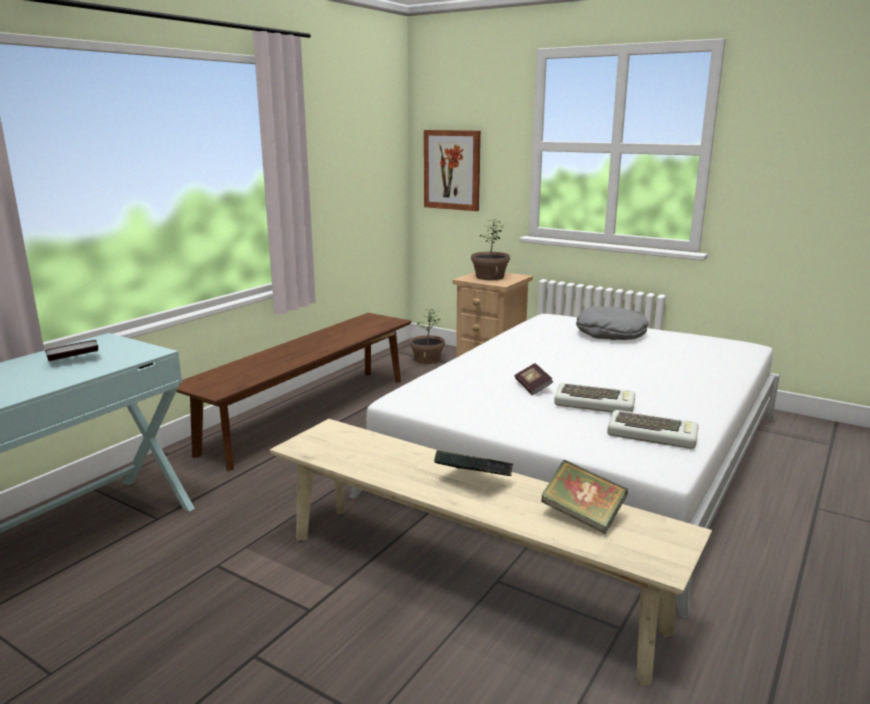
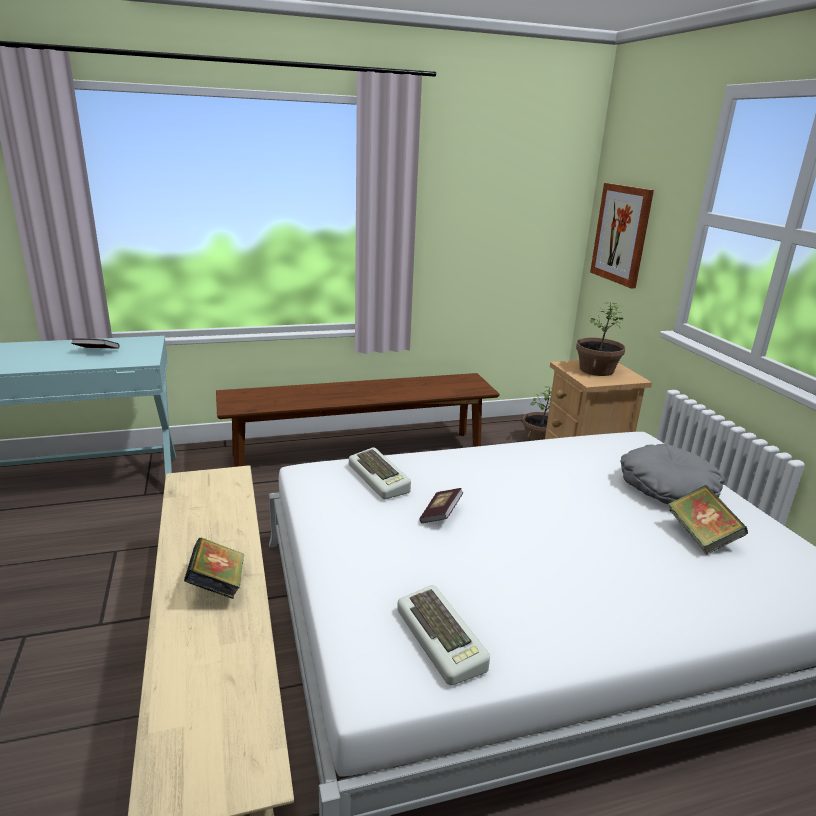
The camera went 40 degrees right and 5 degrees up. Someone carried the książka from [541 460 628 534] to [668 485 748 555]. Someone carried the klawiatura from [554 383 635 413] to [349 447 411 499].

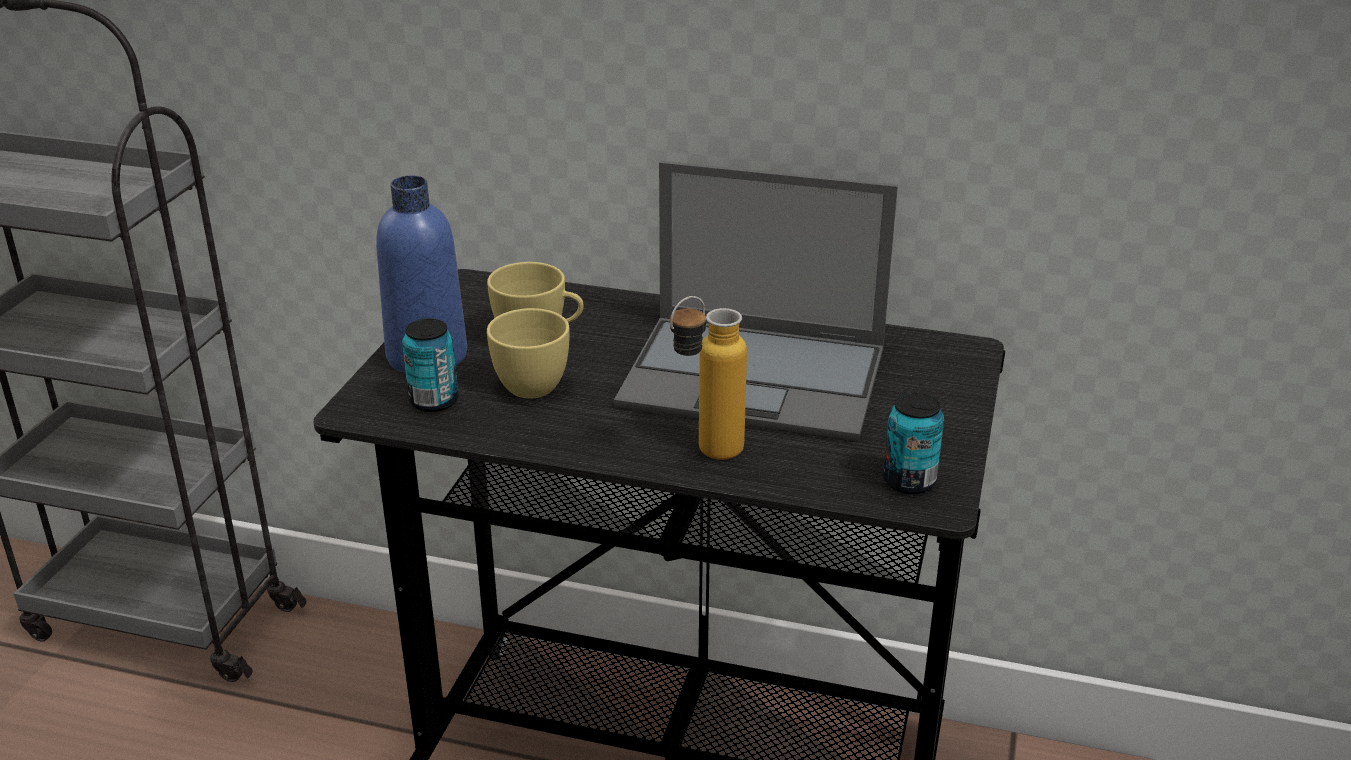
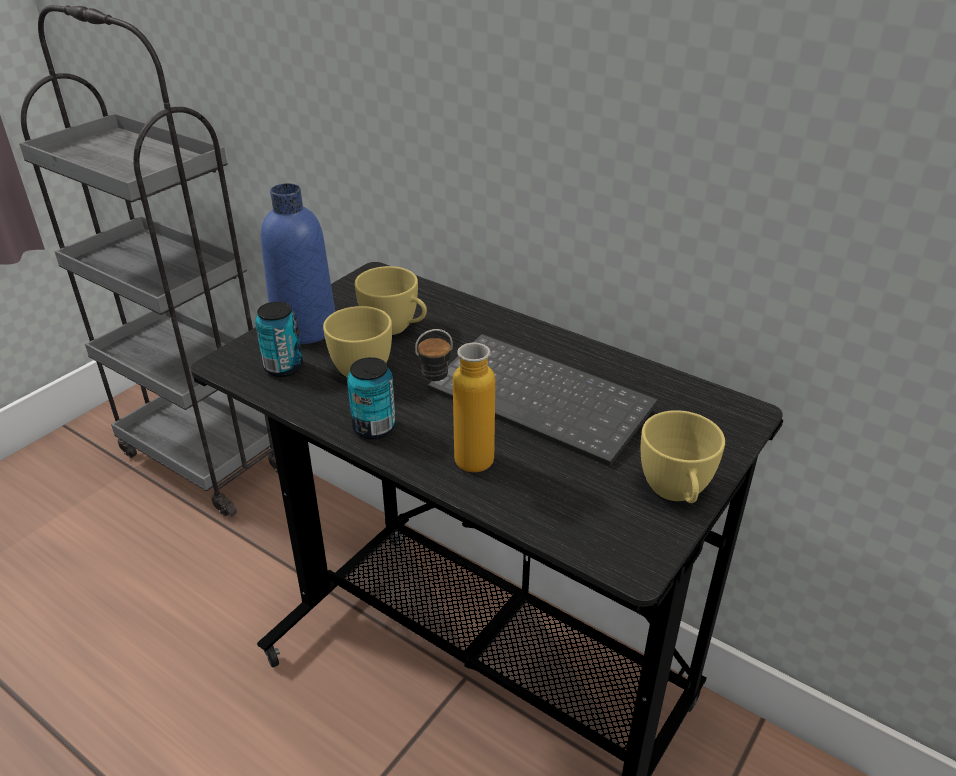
The camera went 20 degrees right and 5 degrees up. Someone swapped the laptop at [614 161 898 441] for the klawiatura at [428 334 658 467]. Someone carried the puszka from [883 392 944 494] to [347 357 396 439]. Someone put down the filiżanka/żółty at [641 410 725 503].

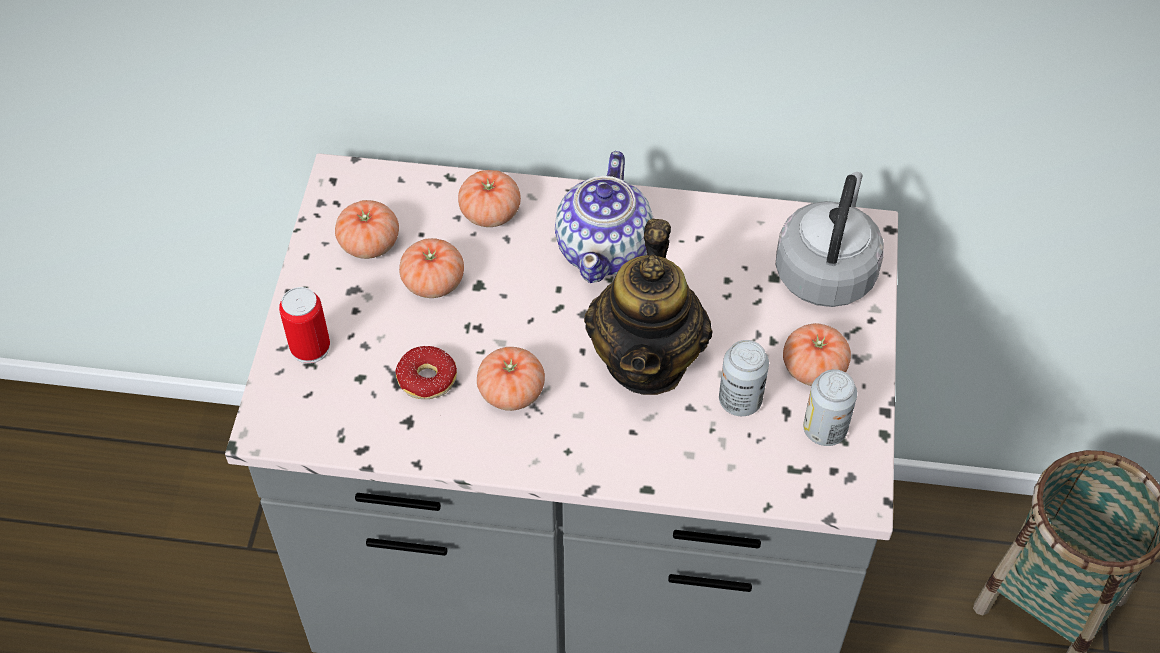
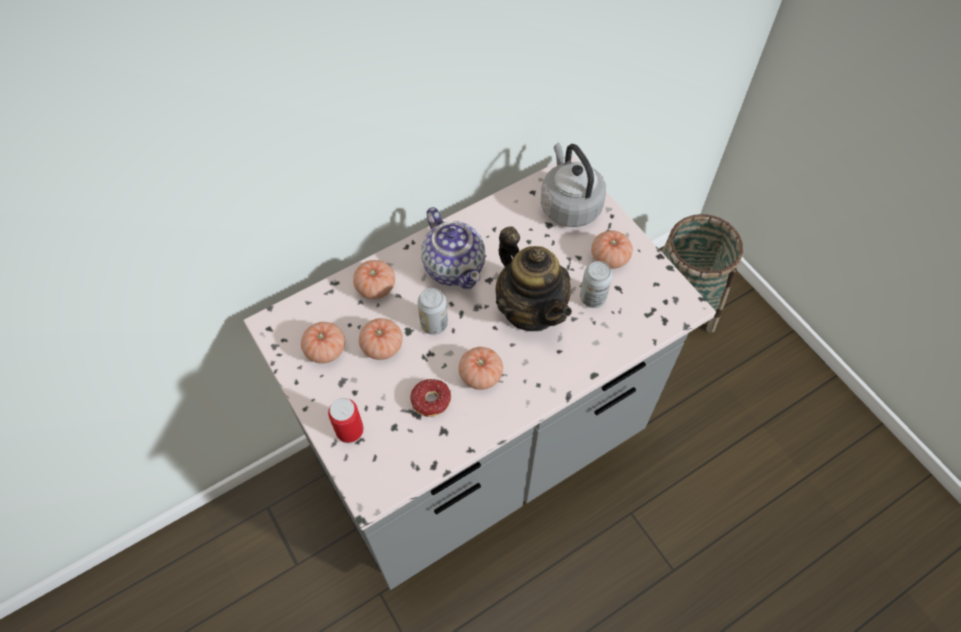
The camera went 40 degrees left and 5 degrees up. Someone carried the puszka from [803 369 857 446] to [418 288 448 335].

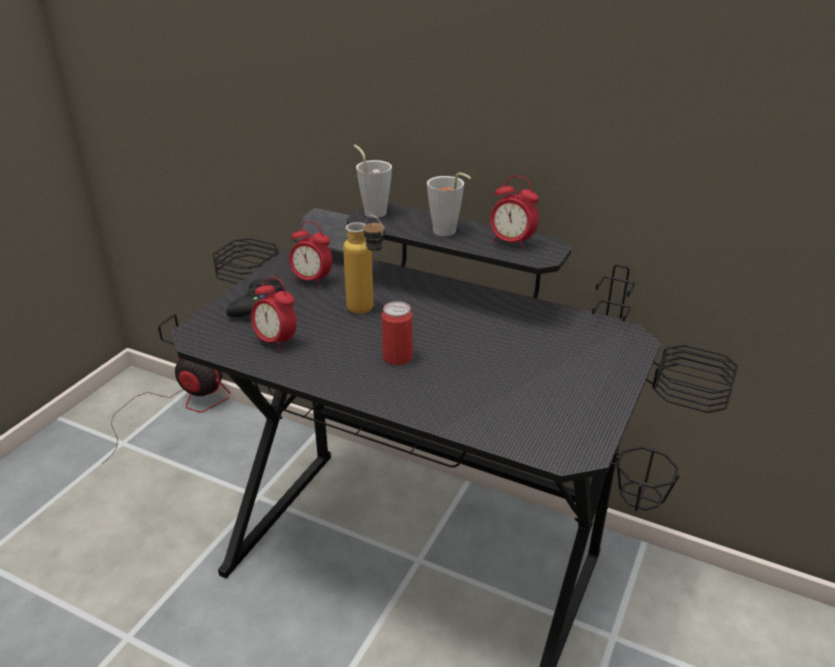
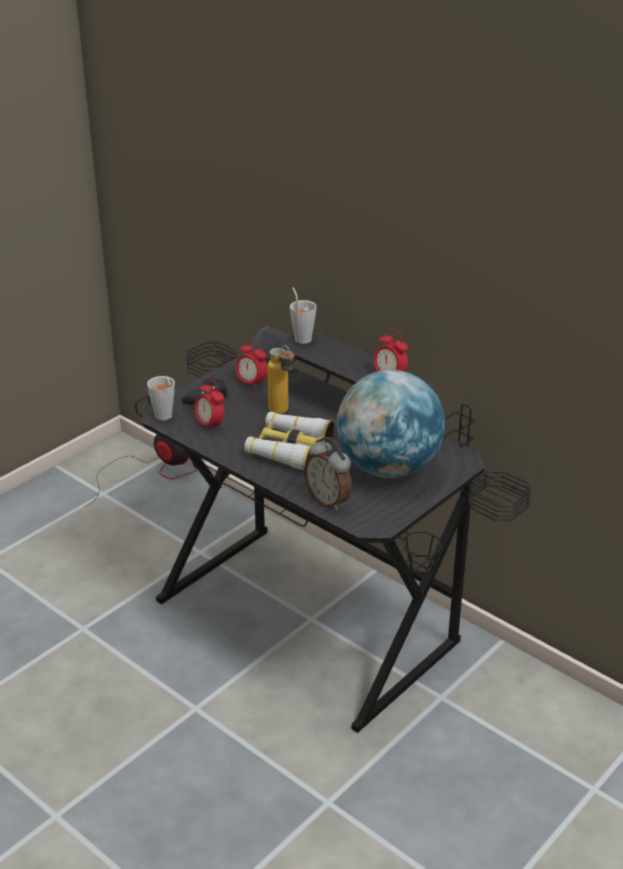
The camera went 15 degrees right and 0 degrees up. Someone swapped the puszka at [382 301 413 365] for the lornetka at [244 412 334 470]. Someone carried the filiżanka/szary from [427 173 471 236] to [147 376 175 420]. Someone put down the budzik at [304 437 352 511]. Someone put down the globus at [337 370 445 478].

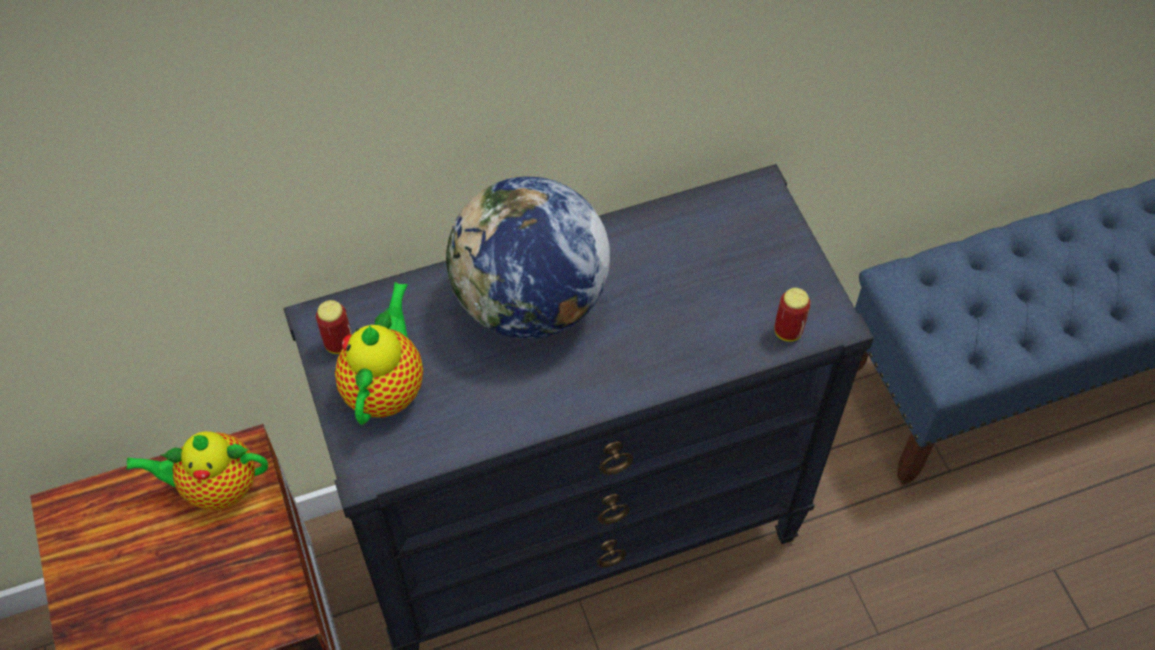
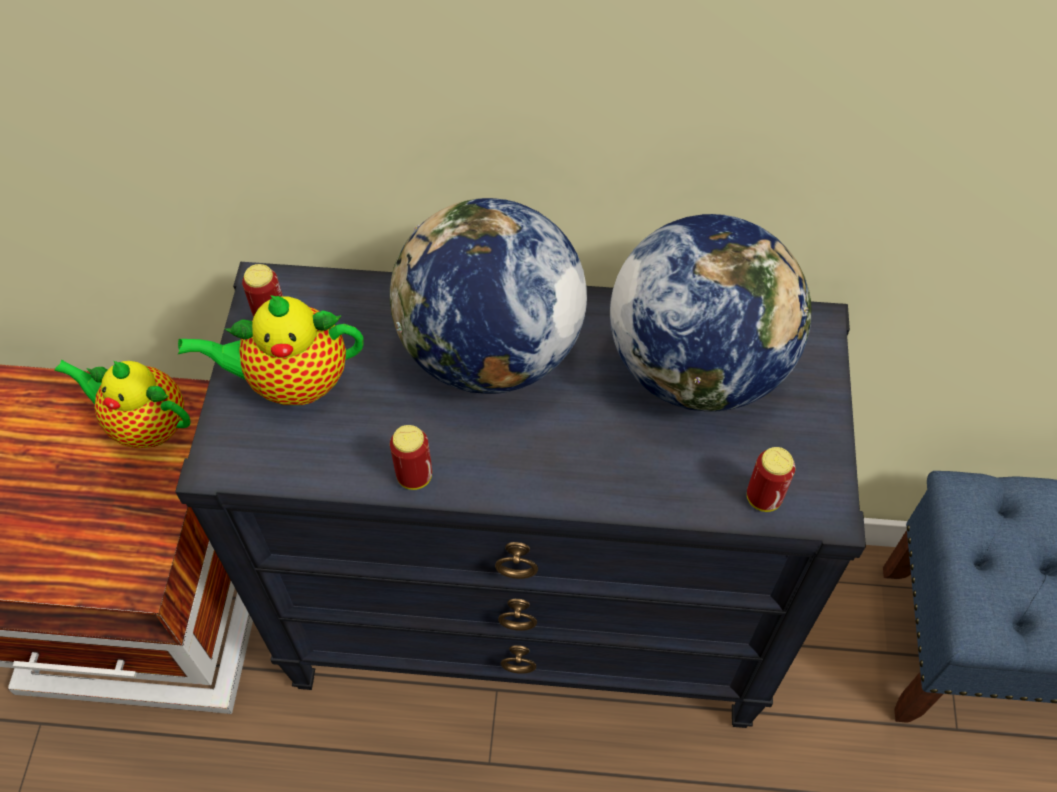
The camera went 25 degrees right and 0 degrees up. Someone rotated the imbryk at [335 282 423 425] by 135 degrees counterclockwise. Someone put down the puszka at [390 425 432 490]. Someone put down the globus at [610 214 812 412].

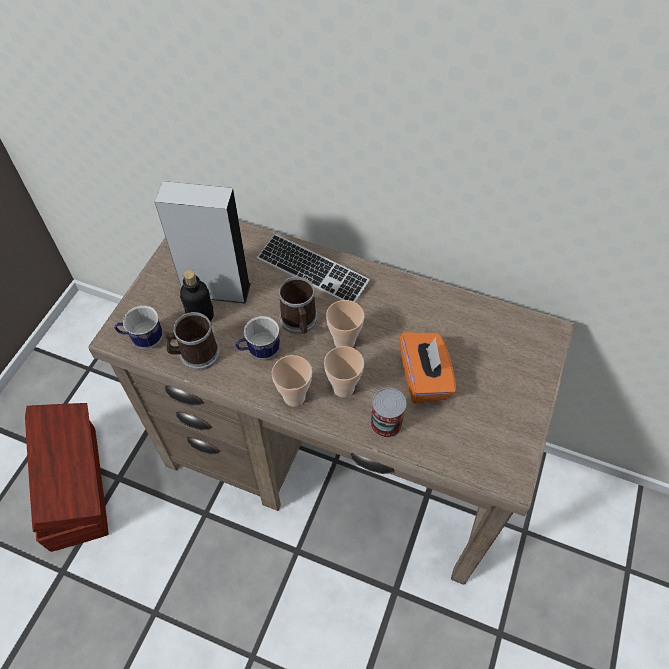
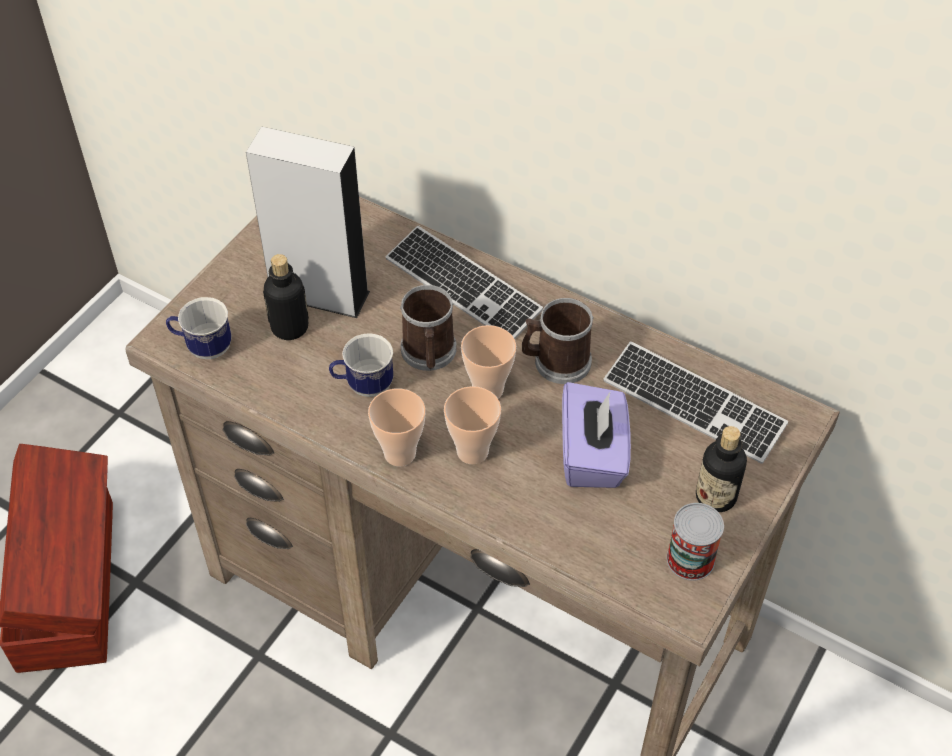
The camera went 10 degrees right and 5 degrees down. Someone carried the kubek from [163 312 220 371] to [522 298 593 384]. Someone carried the puszka from [370 388 406 438] to [667 503 724 581]. Someone repainted the pudełko chusteczek/pomarańczowy at [400 332 456 404], which became the pudełko chusteczek/fioletowy at [562 382 631 488]. Someone put down the klawiatura at [603 341 788 464]. Someone put down the butelka at [696 426 747 512].

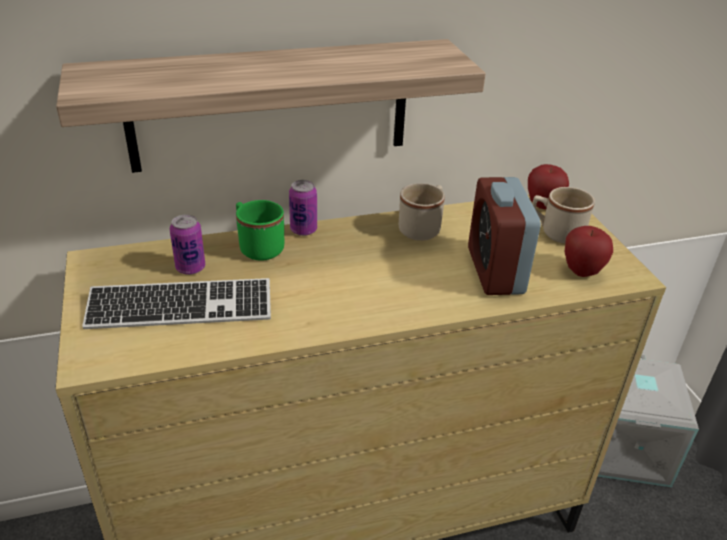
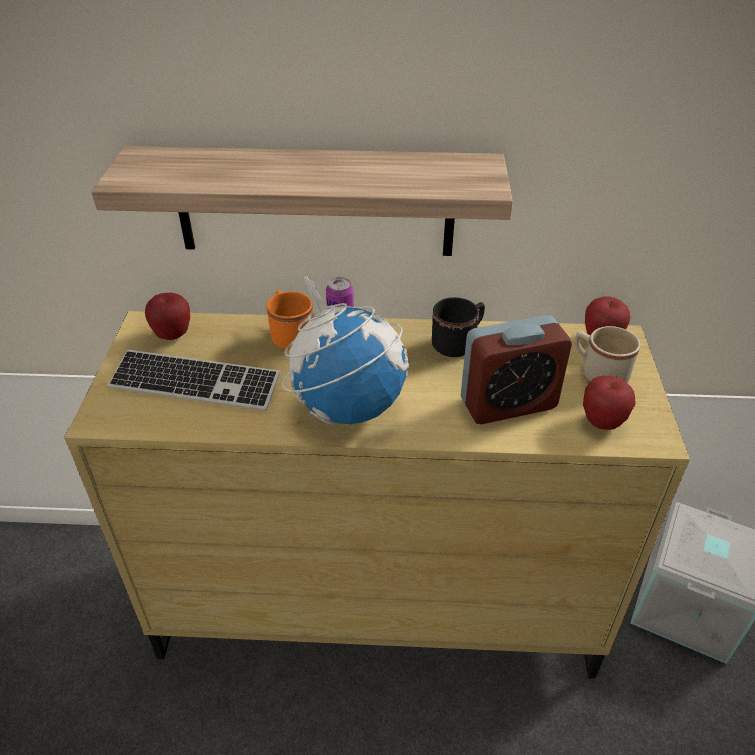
The camera went 20 degrees right and 5 degrees up. Someone took away the puszka at [170 214 205 275]. Someone repainted the kubek/zielony at [236 200 284 261], which became the kubek/pomarańczowy at [267 290 313 350]. Someone repainted the kubek/beżowy at [399 183 445 241], which became the kubek/czarny at [432 297 485 357]. Someone rotated the budzik at [468 177 541 295] by 120 degrees counterclockwise. Someone put down the jabłko at [145 293 190 340]. Someone put down the globus at [282 276 409 425].

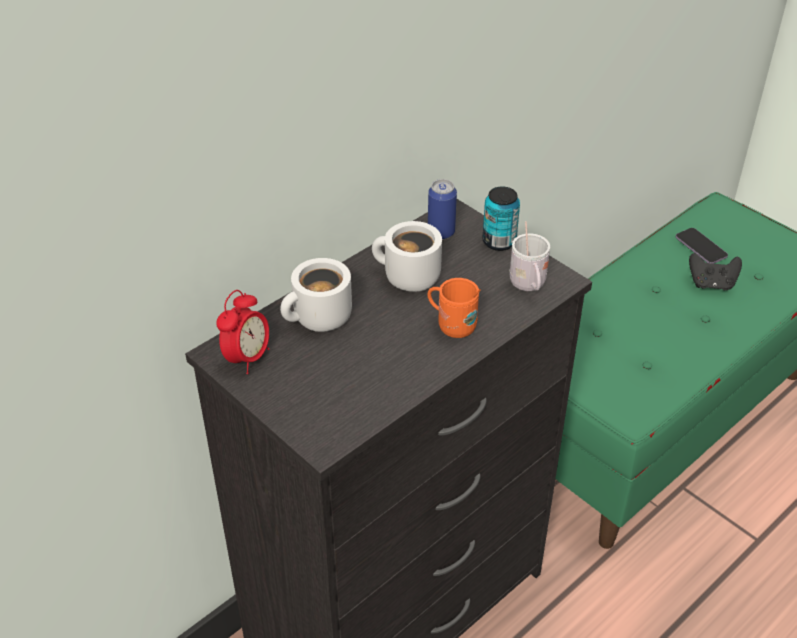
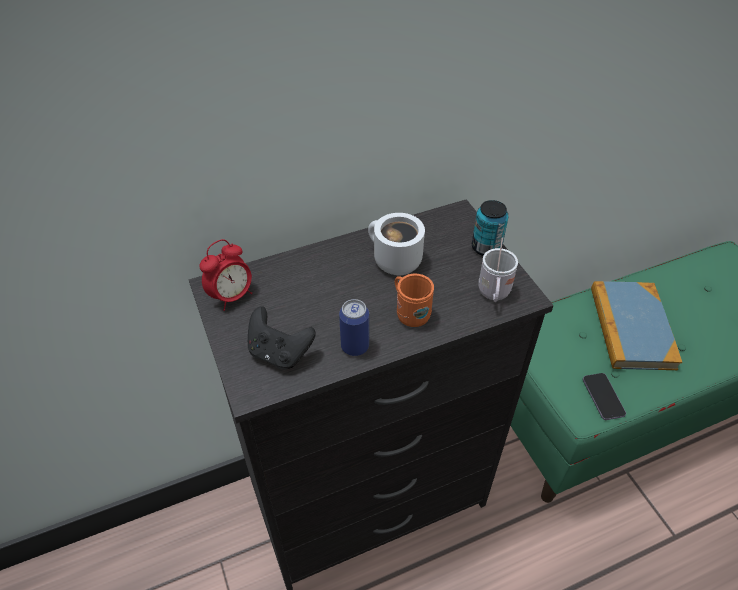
The camera went 20 degrees right and 5 degrees up. Someone took away the kubek/biały at [280 258 352 332]. Someone carried the puszka from [428 179 457 240] to [339 299 369 356]. Someone carried the telefon from [676 228 728 264] to [583 373 626 420]. Someone carried the pad do gier/czarny from [689 253 742 290] to [248 306 316 369]. Someone put down the książka at [591 281 683 370].

